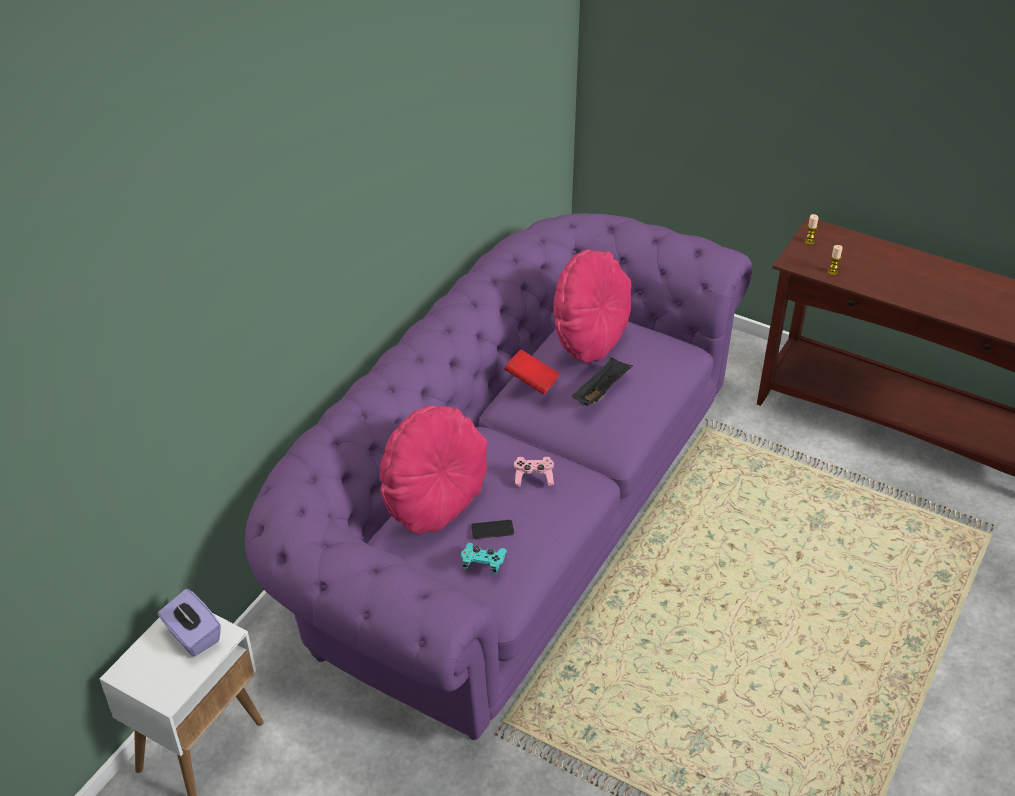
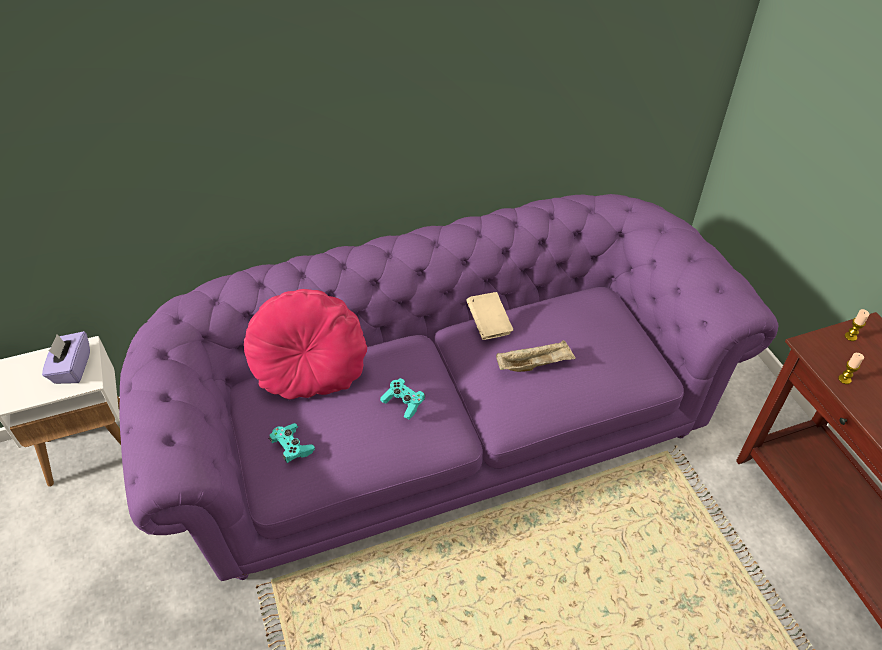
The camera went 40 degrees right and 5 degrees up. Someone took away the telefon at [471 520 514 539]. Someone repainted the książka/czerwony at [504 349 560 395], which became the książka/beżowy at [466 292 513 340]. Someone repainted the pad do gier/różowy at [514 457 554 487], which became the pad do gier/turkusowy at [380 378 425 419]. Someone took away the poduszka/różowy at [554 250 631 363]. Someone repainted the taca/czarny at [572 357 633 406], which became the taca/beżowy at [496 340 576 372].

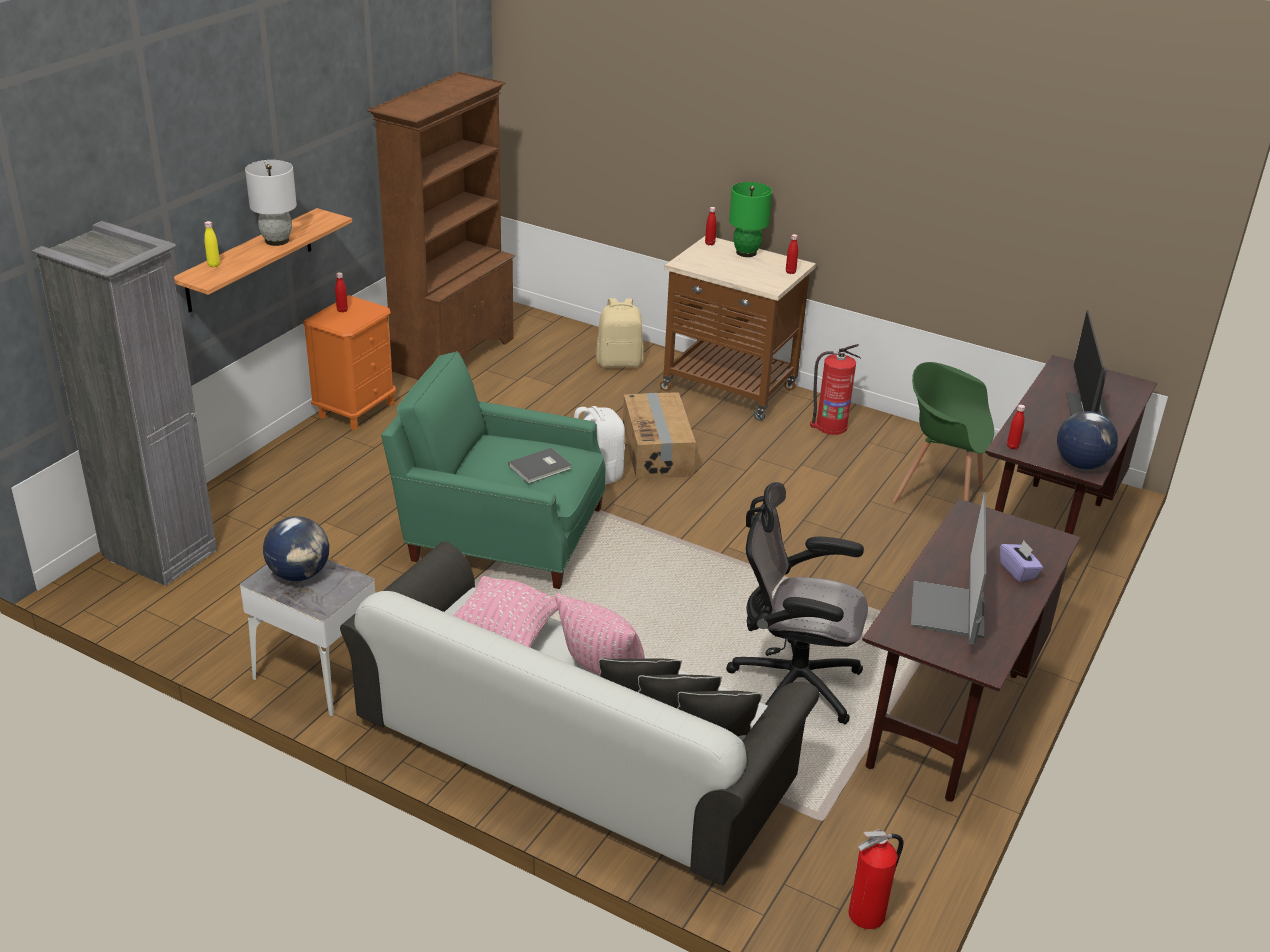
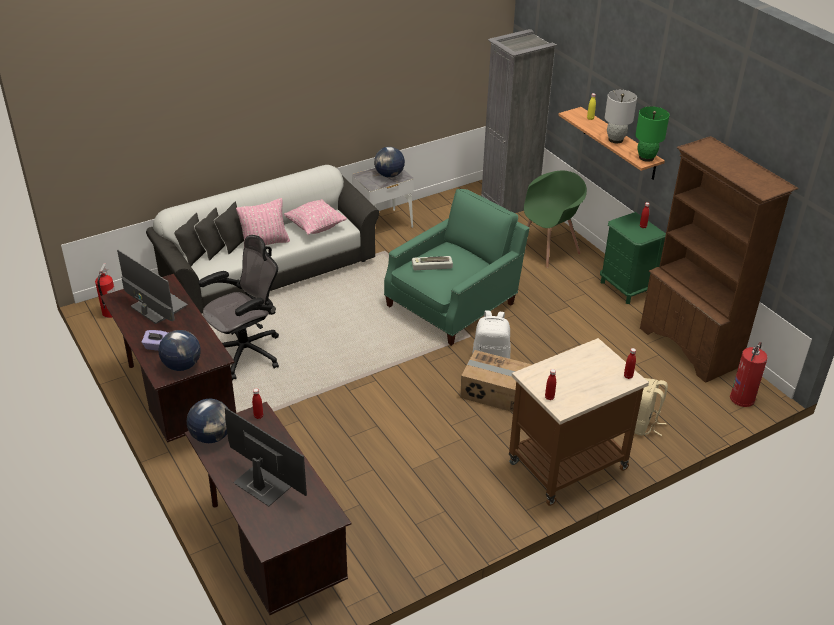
The camera went 120 degrees right and 5 degrees up. Someone repainted the szafka nocna/pomarańczowy at [303 295 396 430], which became the szafka nocna/zielony at [600 212 666 304]. Someone swapped the książka/szary at [509 448 571 484] for the klawiatura at [412 256 453 270]. Someone carried the lampa stołowa/zielony from [729 182 772 257] to [635 106 669 162]. Someone carried the gaśnica from [810 344 861 435] to [730 342 768 407]. Someone carried the krzesło/zielony from [893 362 994 503] to [524 171 587 268]. Someone put down the globus at [159 330 201 371].

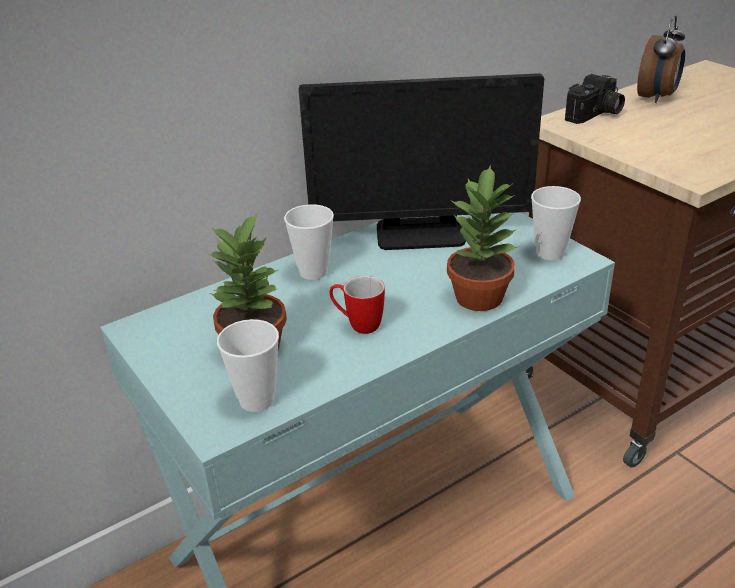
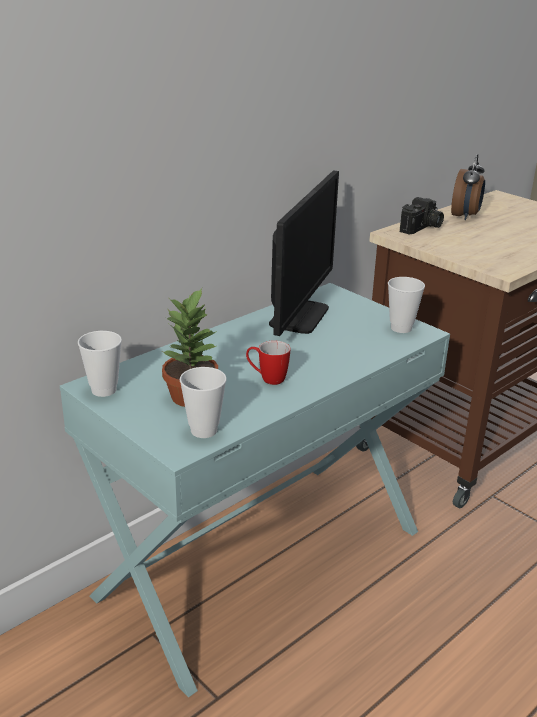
The camera went 10 degrees left and 5 degrees down. Someone carried the filiżanka from [284 204 334 280] to [78 331 122 397]. Someone rotated the monitor at [299 73 544 250] by 60 degrees counterclockwise. Someone took away the roślina doniczkowa at [447 164 517 311].

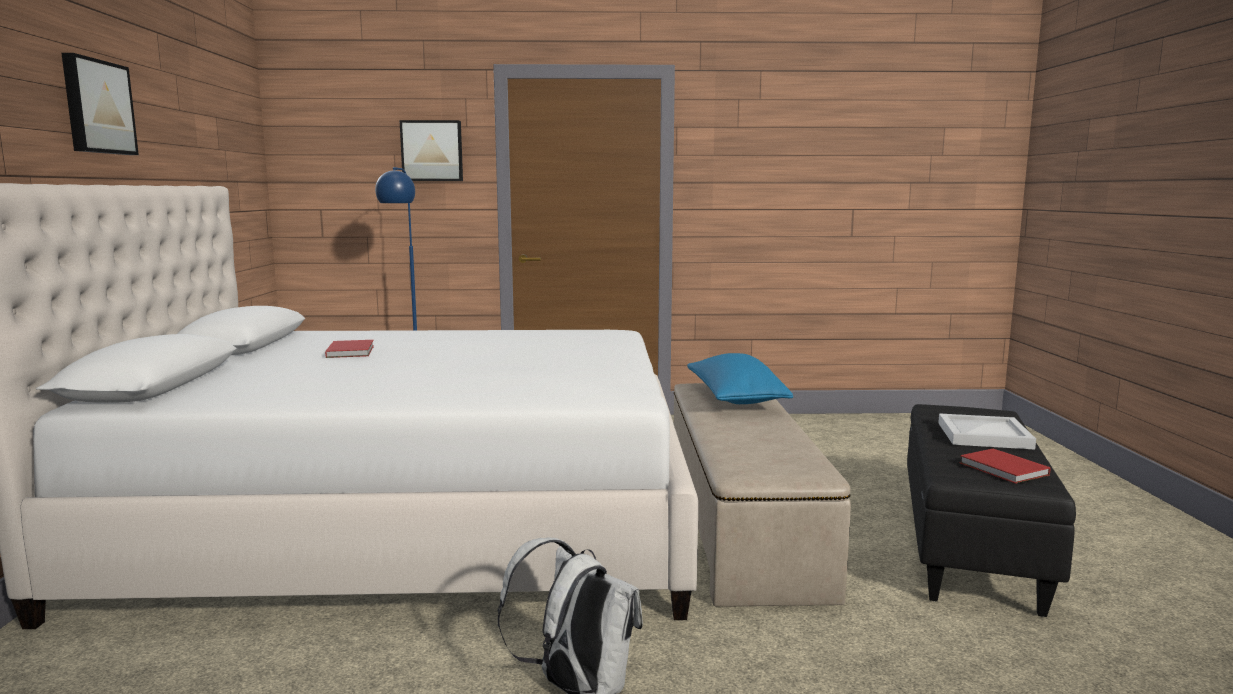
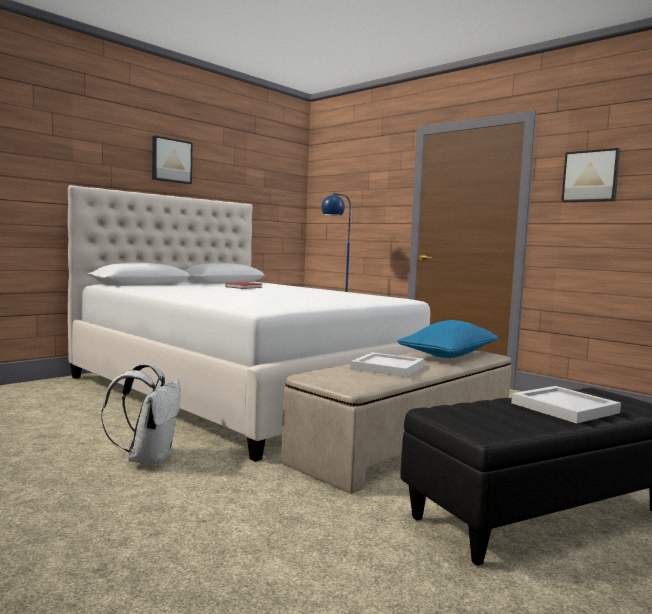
The camera went 45 degrees right and 5 degrees down. Someone carried the obraz from [400 120 463 181] to [561 148 620 202]. Someone took away the książka/czerwony at [960 449 1051 484]. Someone put down the taca/biały at [351 352 424 377].

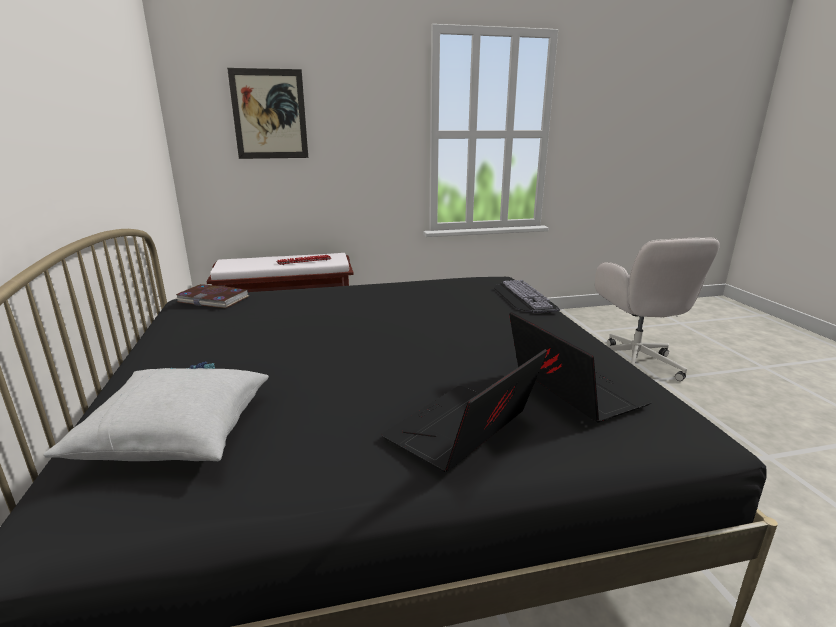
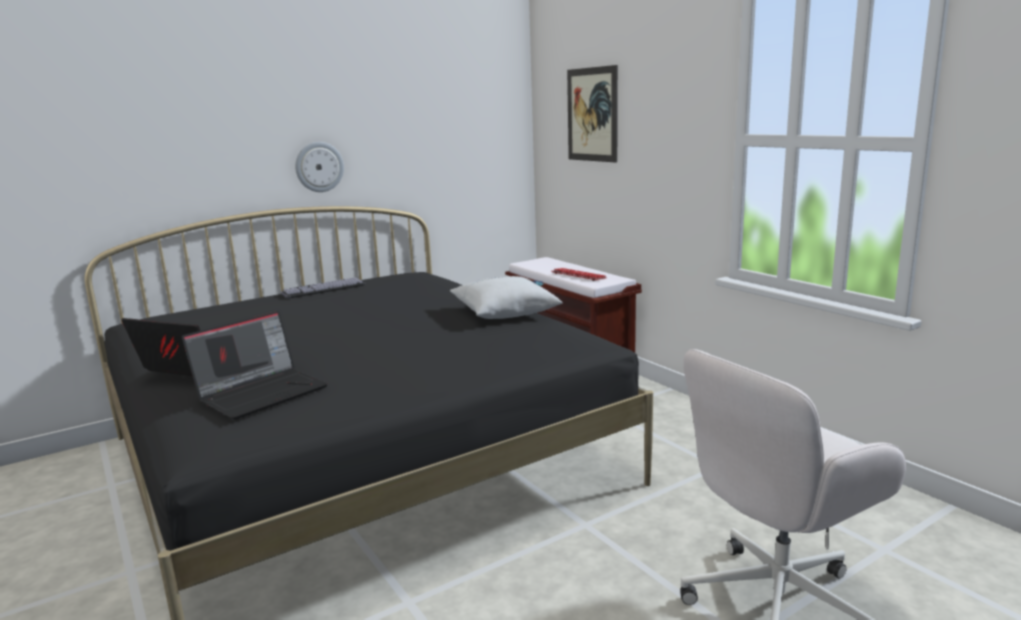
The camera went 70 degrees right and 5 degrees down. Someone carried the poduszka/szary from [43 361 269 461] to [450 276 562 319]. Someone took away the książka at [175 284 249 308]. Someone carried the klawiatura from [494 280 560 313] to [281 278 365 298]. Someone put up the zegar ścienny at [295 142 344 192].

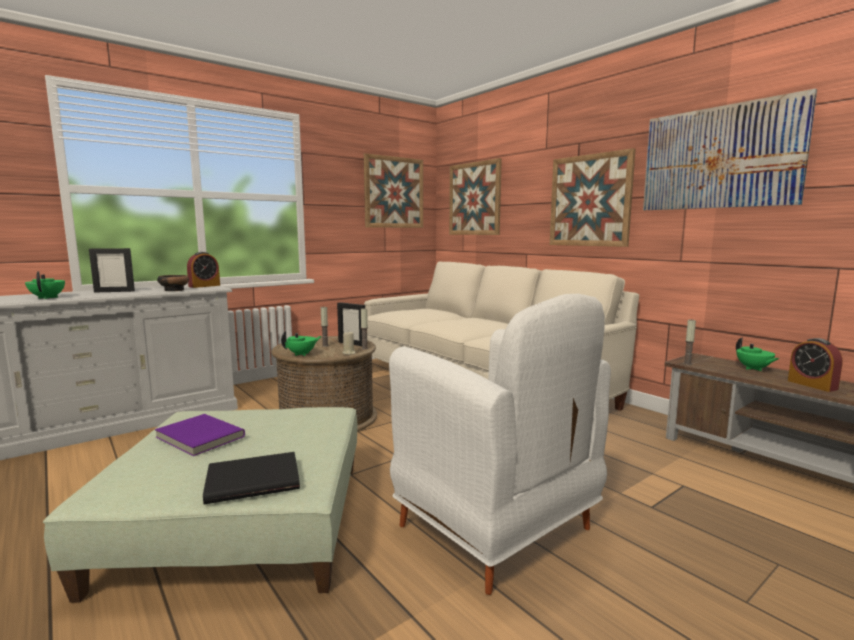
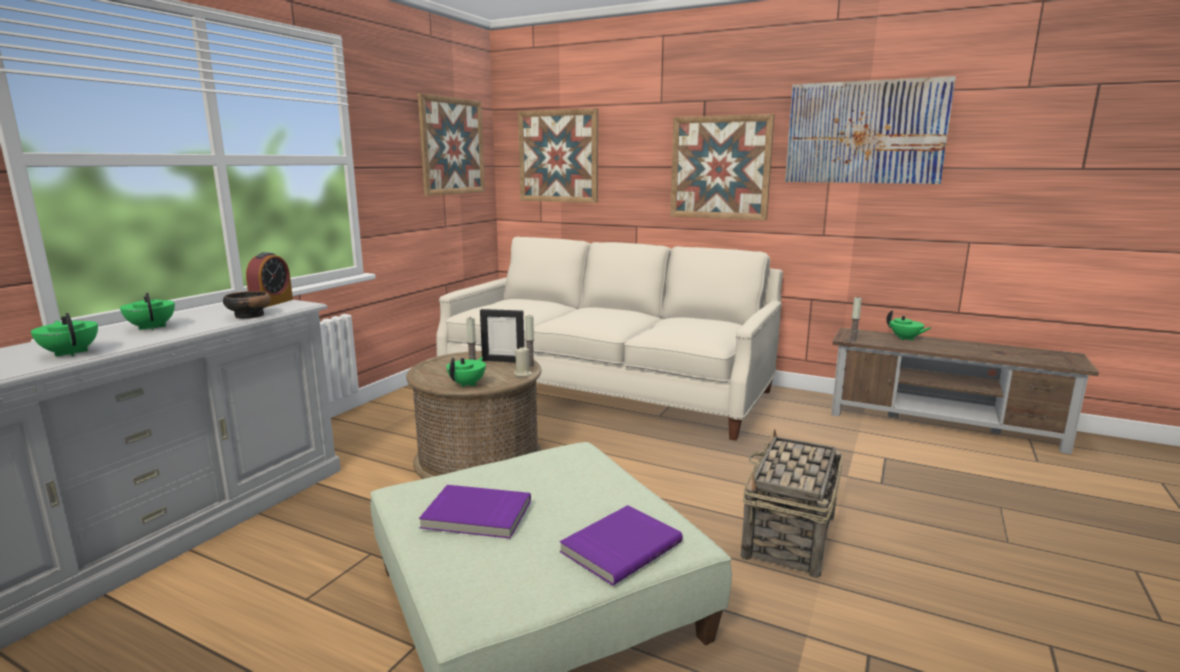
The camera went 25 degrees left and 5 degrees up. Someone swapped the ramka na zdjęcie at [89 248 135 293] for the imbryk/zielony at [120 293 175 330]. Someone repainted the książka/czarny at [203 452 300 504], which became the książka/fioletowy at [560 505 683 586]. Someone swapped the fotel/biały at [389 294 611 595] for the koszyk at [741 429 843 578]. Someone took away the budzik at [788 338 843 392].

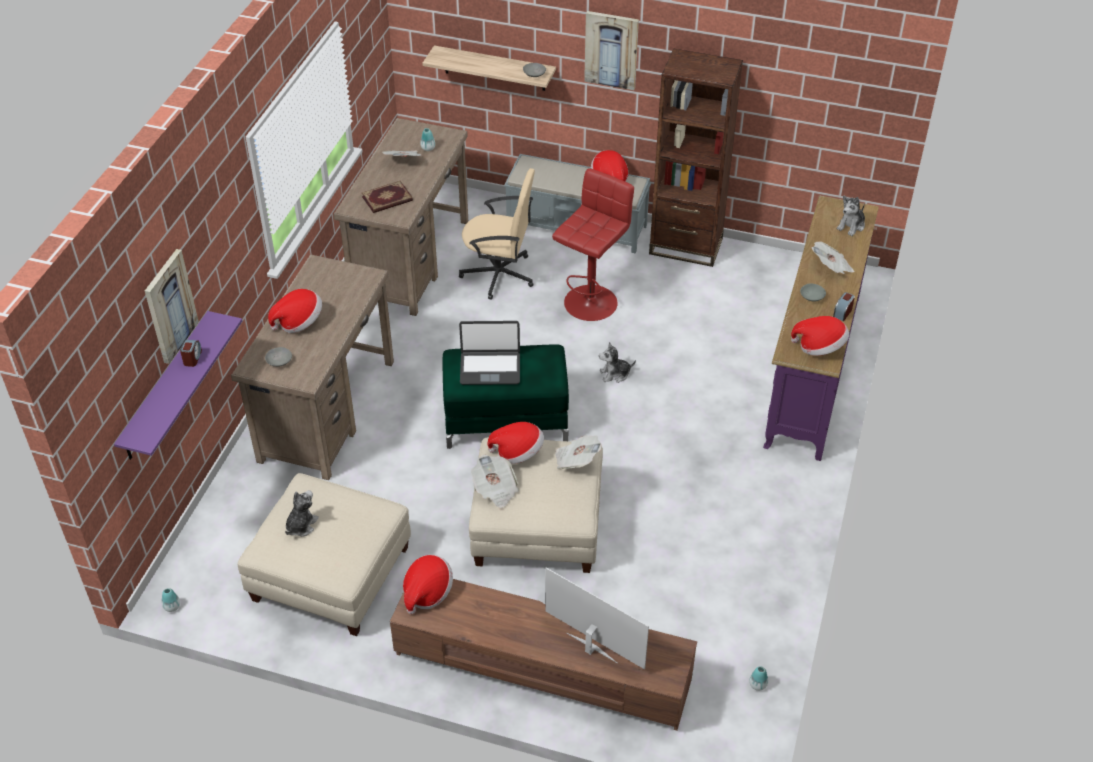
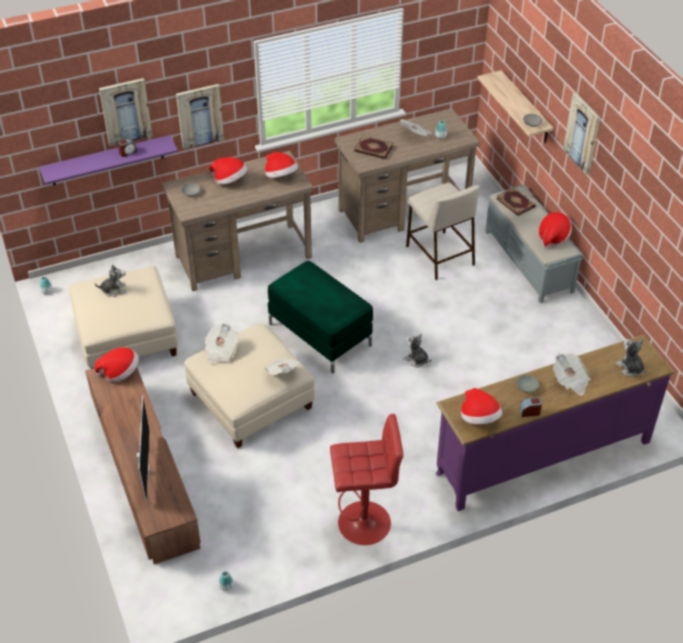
The camera went 50 degrees right and 0 degrees up. Someone swapped the krzesło biurowe/beżowy at [459 168 535 300] for the stołek/beżowy at [406 183 480 280]. Someone took away the laptop at [459 321 520 385]. Someone carried the kapelusz from [487 422 544 464] to [265 152 298 178]. Someone carried the stołek/czerwony from [552 168 634 321] to [330 414 404 545]. Someone took away the regał/brązowy at [649 48 743 267]. Someone rotated the pluszak at [837 195 865 236] by 60 degrees clockwise. Someone put up the obraz at [176 84 224 149]. Someone put down the książka at [496 187 536 216].

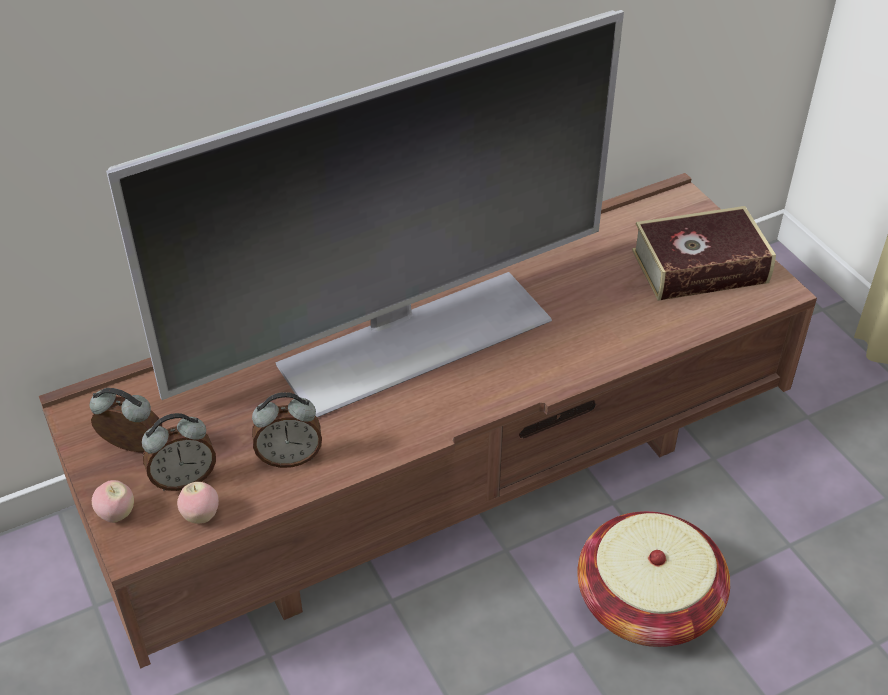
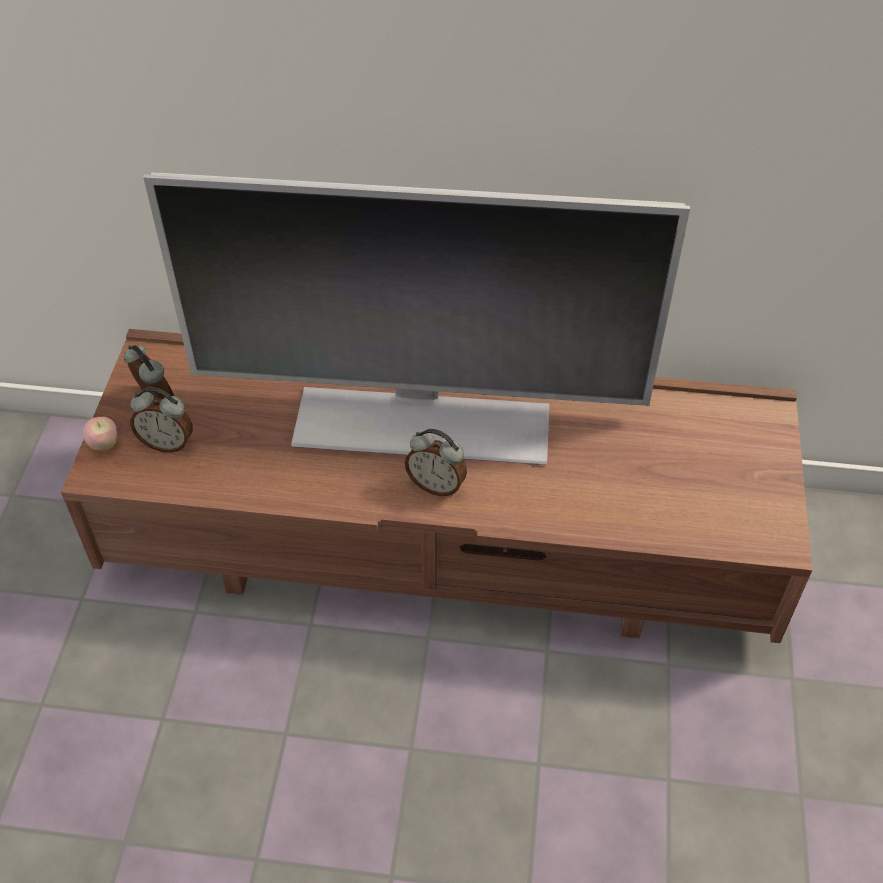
The camera went 35 degrees right and 5 degrees up. Someone took away the jabłko at [177 482 219 524]. Someone carried the budzik from [252 392 322 468] to [405 429 467 496]. Someone took away the koszyk at [577 511 730 647]. Someone took away the książka at [632 206 776 301].

